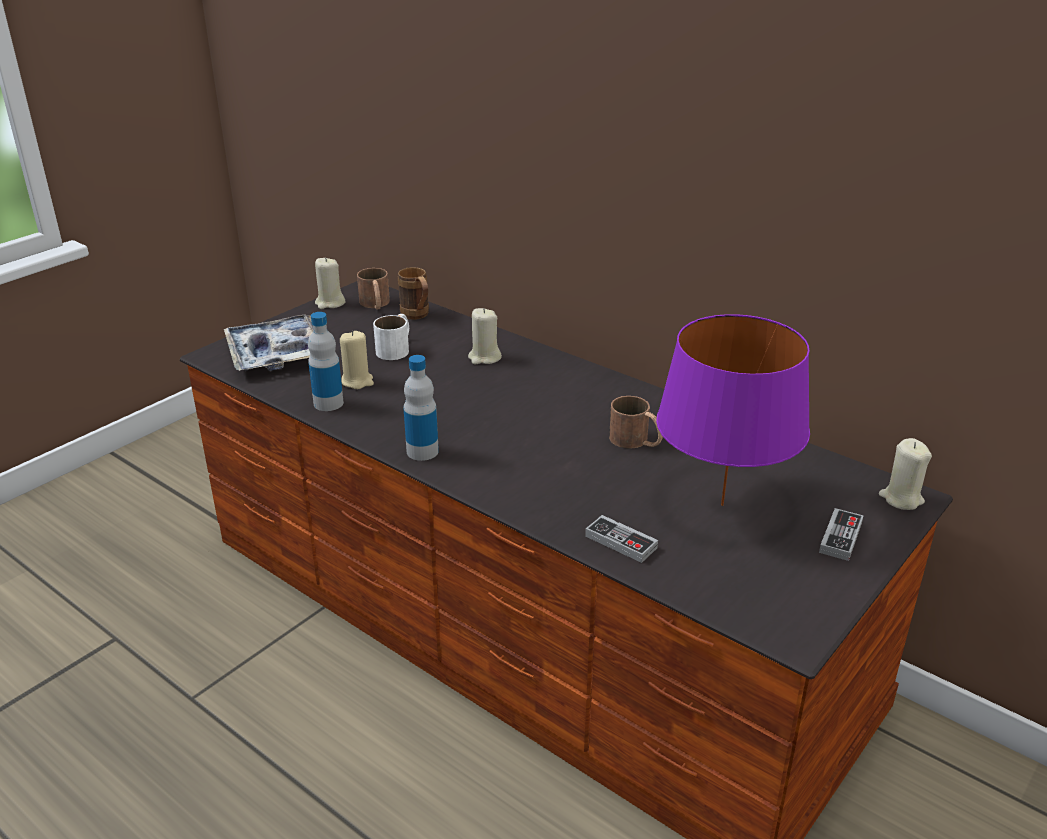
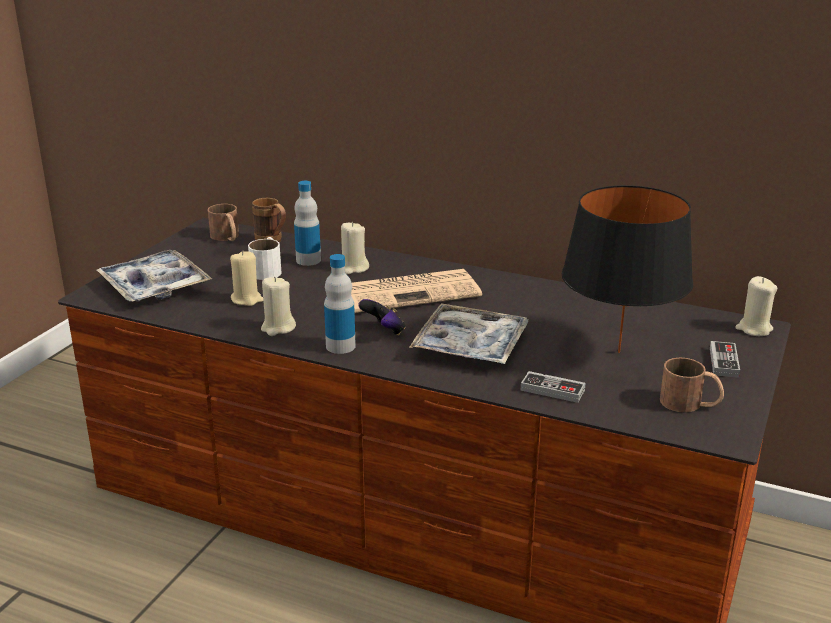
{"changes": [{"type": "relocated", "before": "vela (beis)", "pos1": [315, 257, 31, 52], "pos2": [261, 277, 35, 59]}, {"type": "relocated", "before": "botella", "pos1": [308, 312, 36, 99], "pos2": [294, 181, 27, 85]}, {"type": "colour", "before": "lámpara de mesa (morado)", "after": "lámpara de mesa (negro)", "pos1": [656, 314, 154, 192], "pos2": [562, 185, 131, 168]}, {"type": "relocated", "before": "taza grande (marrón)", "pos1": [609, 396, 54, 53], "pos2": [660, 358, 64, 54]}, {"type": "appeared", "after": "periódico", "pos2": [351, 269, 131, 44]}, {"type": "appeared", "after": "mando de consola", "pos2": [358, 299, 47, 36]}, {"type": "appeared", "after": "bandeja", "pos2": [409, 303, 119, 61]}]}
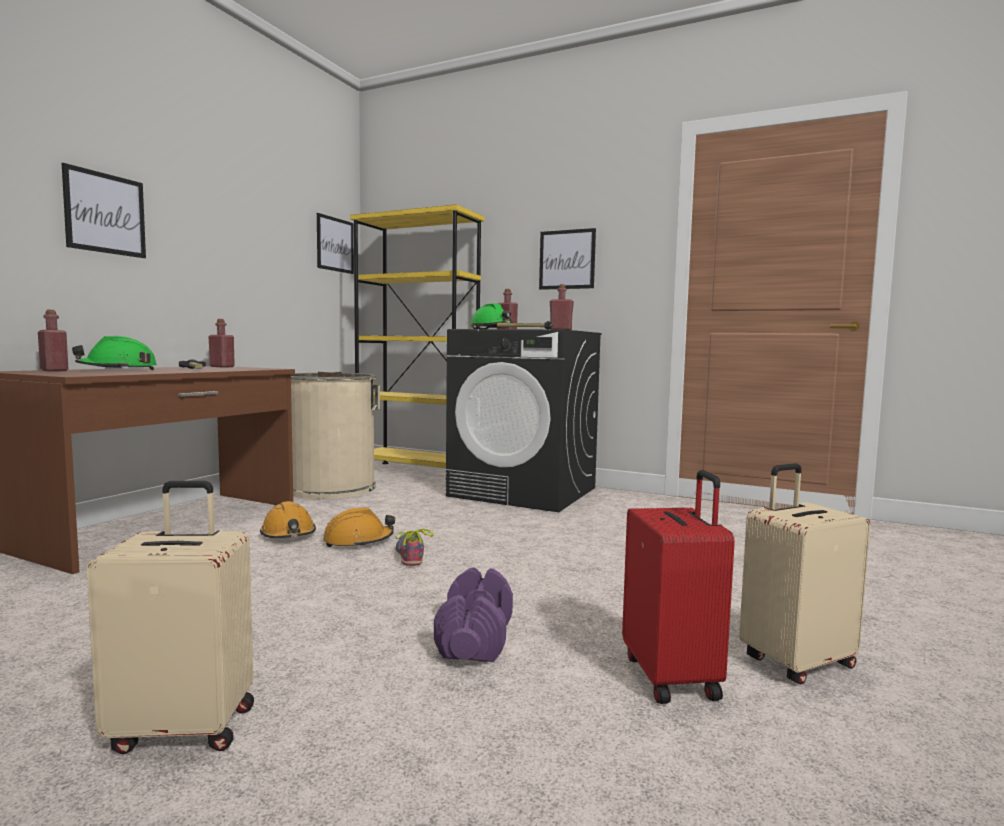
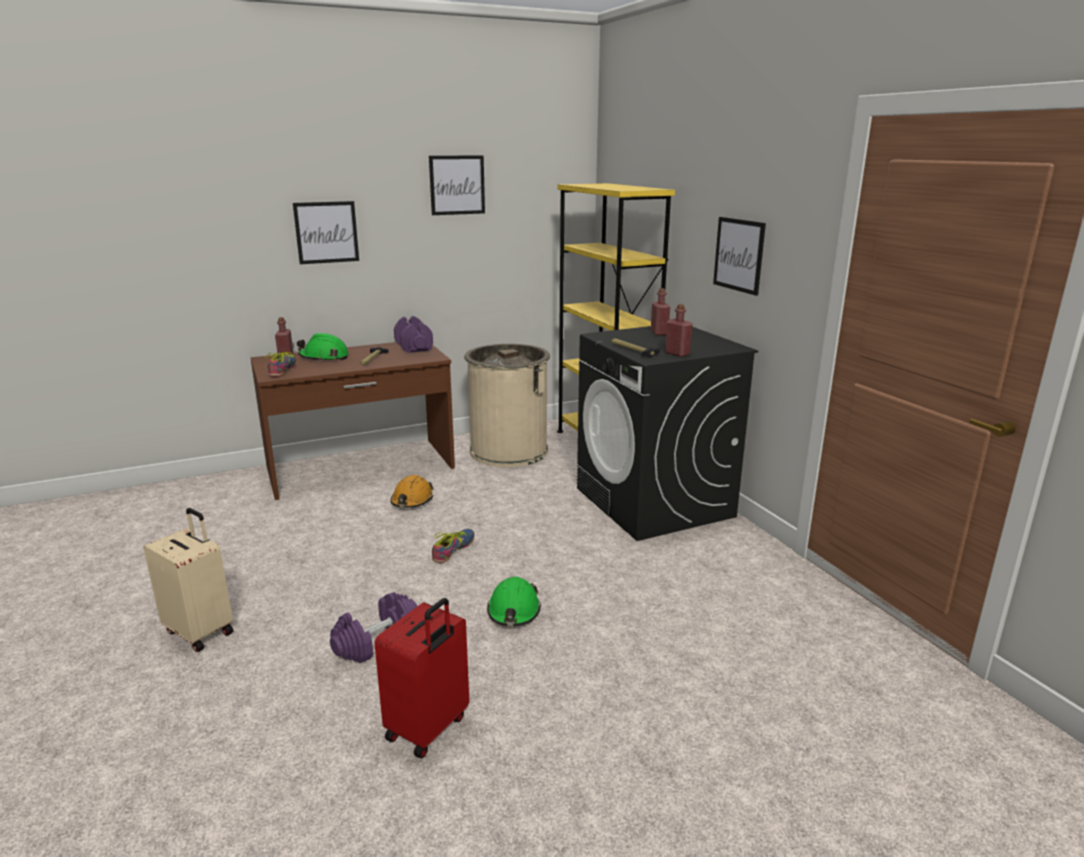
{"changes": [{"type": "relocated", "before": "cuadro", "pos1": [317, 213, 37, 61], "pos2": [429, 155, 56, 60]}, {"type": "relocated", "before": "casco (verde)", "pos1": [470, 303, 44, 26], "pos2": [487, 577, 54, 49]}, {"type": "exchanged", "before": "botella (rojo)", "after": "mancuerna (morado)", "pos1": [208, 319, 27, 48], "pos2": [394, 316, 39, 37]}, {"type": "missing", "before": "maleta (beis)", "pos1": [739, 464, 131, 221]}, {"type": "missing", "before": "casco (naranja)", "pos1": [323, 507, 72, 41]}, {"type": "appeared", "after": "zapato", "pos2": [265, 352, 31, 25]}]}
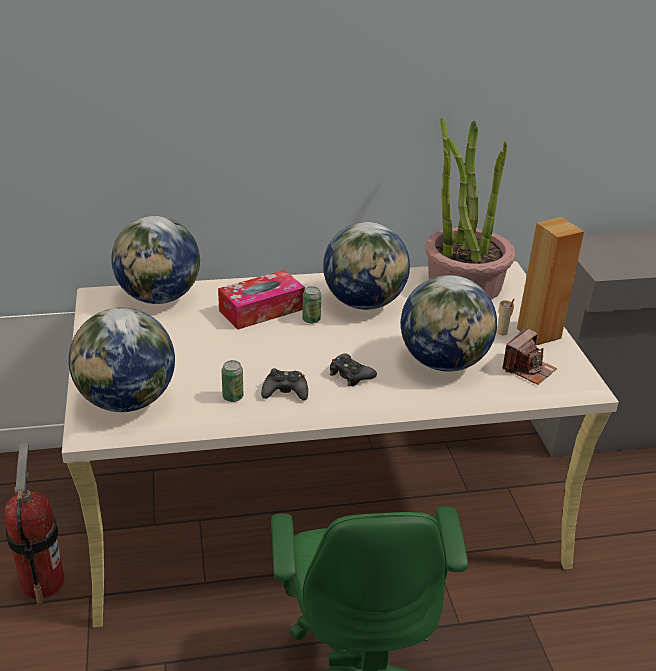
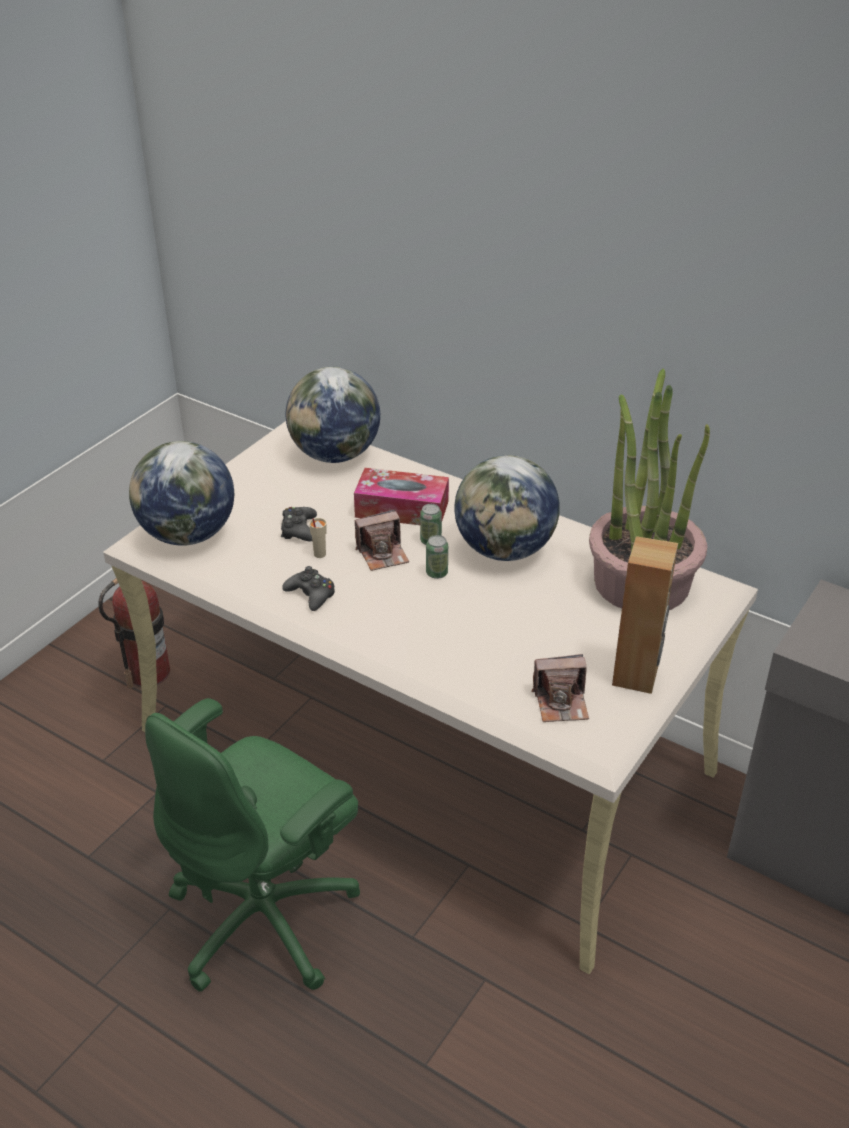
{"changes": [{"type": "missing", "before": "globo terráqueo", "pos1": [401, 275, 96, 97]}, {"type": "relocated", "before": "taza (beis)", "pos1": [497, 299, 17, 36], "pos2": [309, 518, 17, 40]}, {"type": "relocated", "before": "mando de consola (negro)", "pos1": [330, 353, 47, 33], "pos2": [281, 507, 36, 34]}, {"type": "relocated", "before": "lata", "pos1": [221, 360, 22, 42], "pos2": [426, 535, 22, 44]}, {"type": "appeared", "after": "cámara", "pos2": [355, 509, 54, 62]}]}
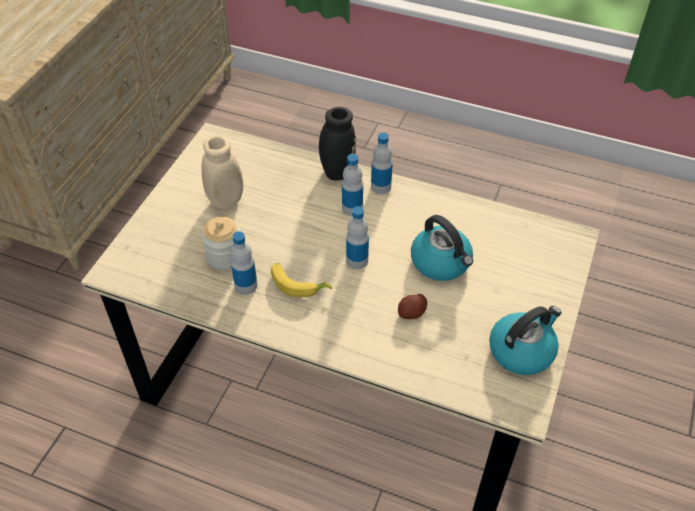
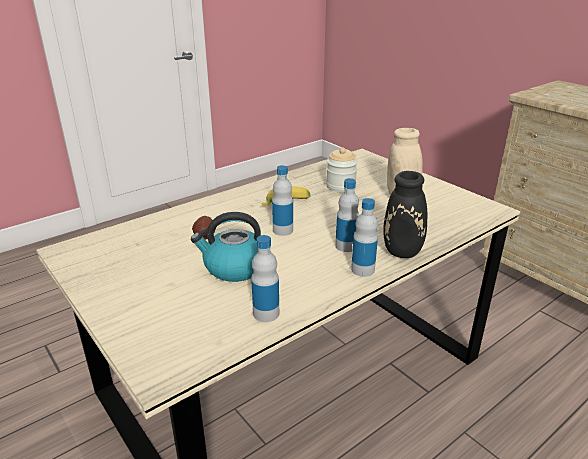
{"changes": [{"type": "relocated", "before": "botella", "pos1": [230, 231, 28, 64], "pos2": [251, 235, 28, 87]}, {"type": "missing", "before": "hervidor", "pos1": [489, 306, 72, 69]}]}
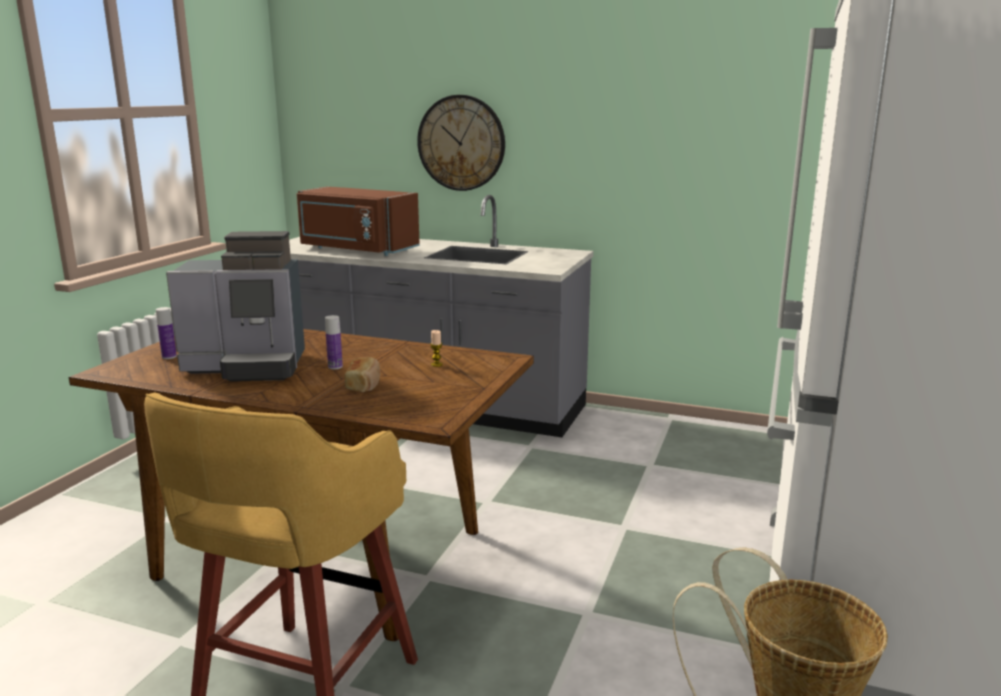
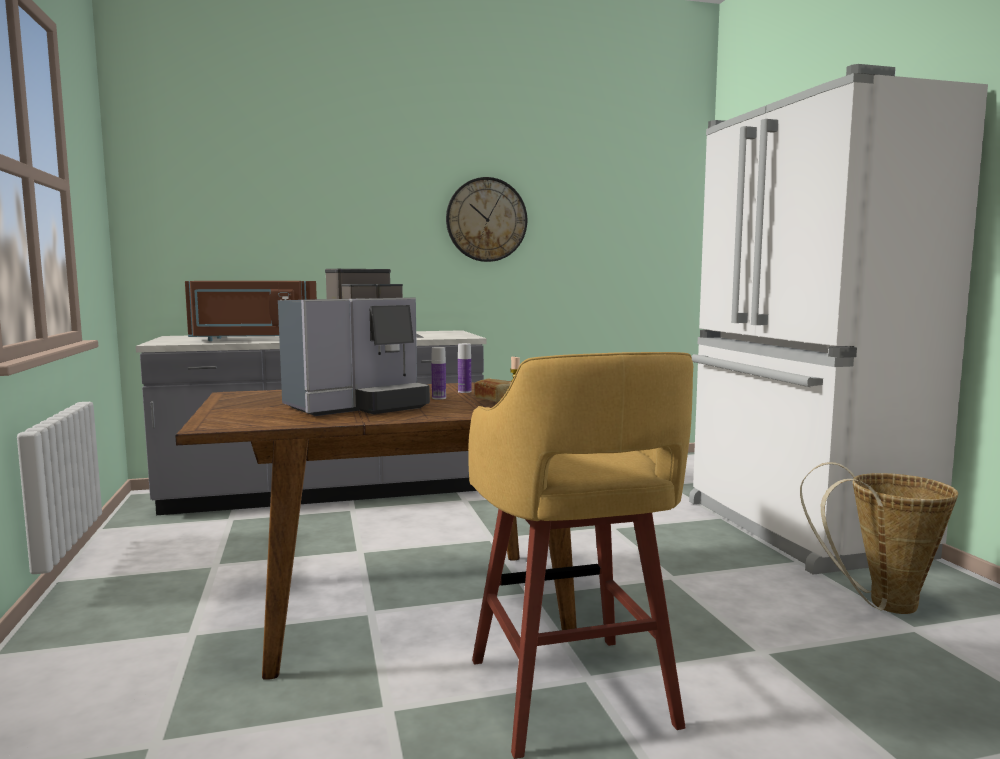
{"changes": [{"type": "relocated", "before": "reloj de pared", "pos1": [417, 95, 88, 96], "pos2": [446, 177, 81, 85]}, {"type": "relocated", "before": "botella", "pos1": [156, 307, 21, 52], "pos2": [458, 343, 13, 50]}]}
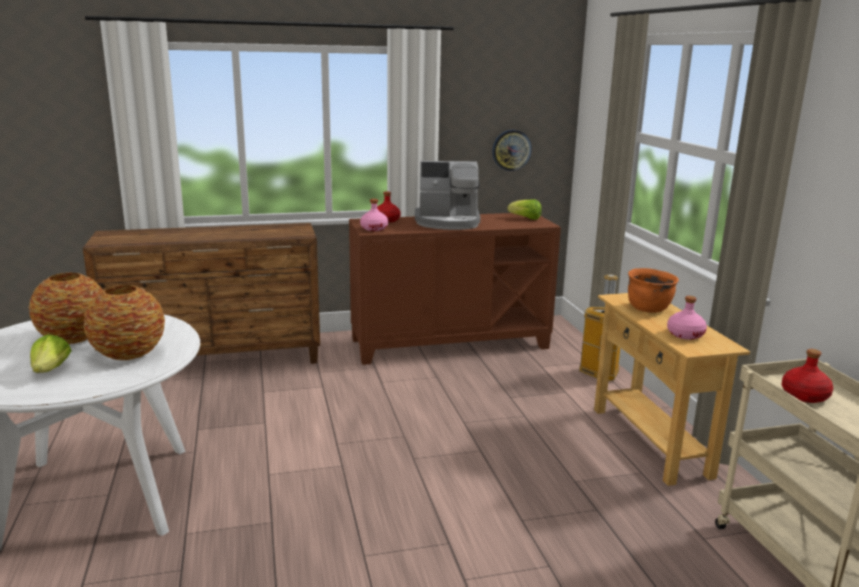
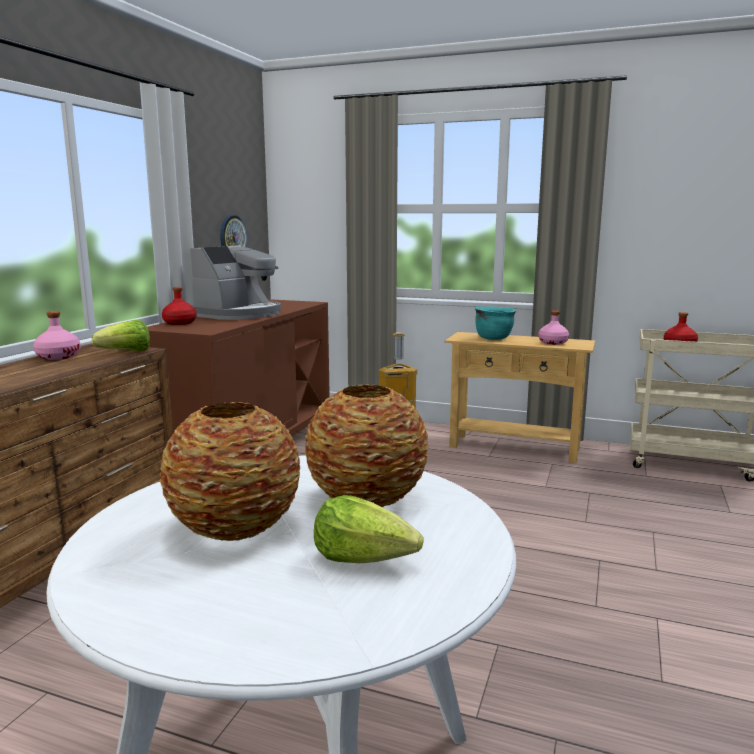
{"changes": [{"type": "relocated", "before": "botella (rosa)", "pos1": [360, 199, 28, 32], "pos2": [33, 311, 48, 49]}, {"type": "relocated", "before": "lechuga", "pos1": [507, 199, 35, 21], "pos2": [92, 320, 58, 31]}, {"type": "colour", "before": "olla (naranja)", "after": "olla (turquesa)", "pos1": [628, 268, 51, 45], "pos2": [475, 306, 41, 34]}]}
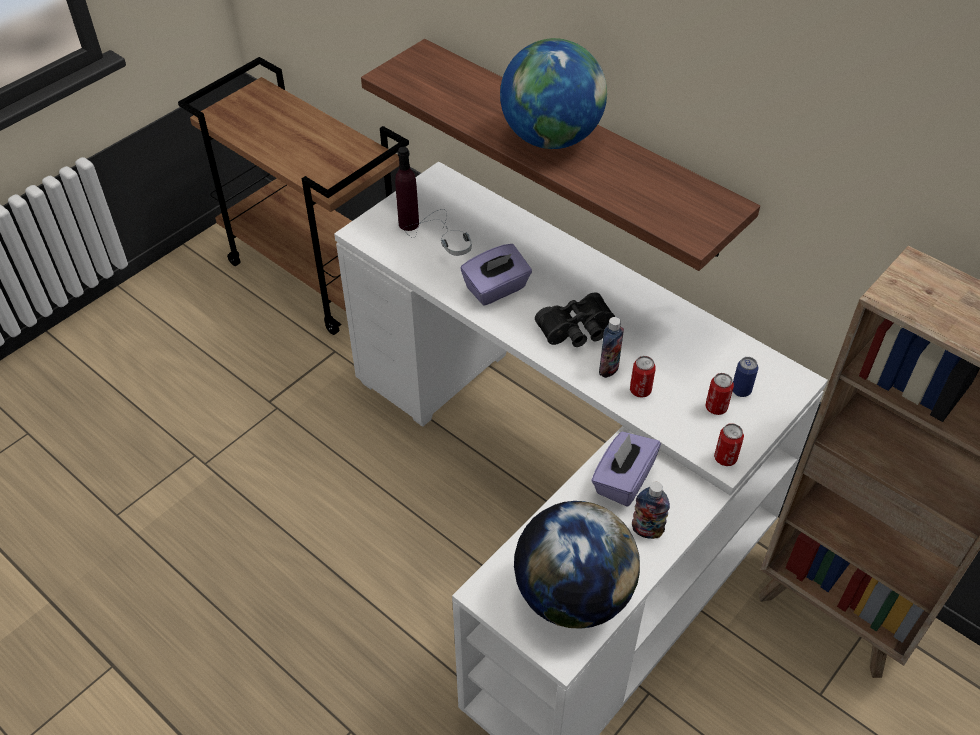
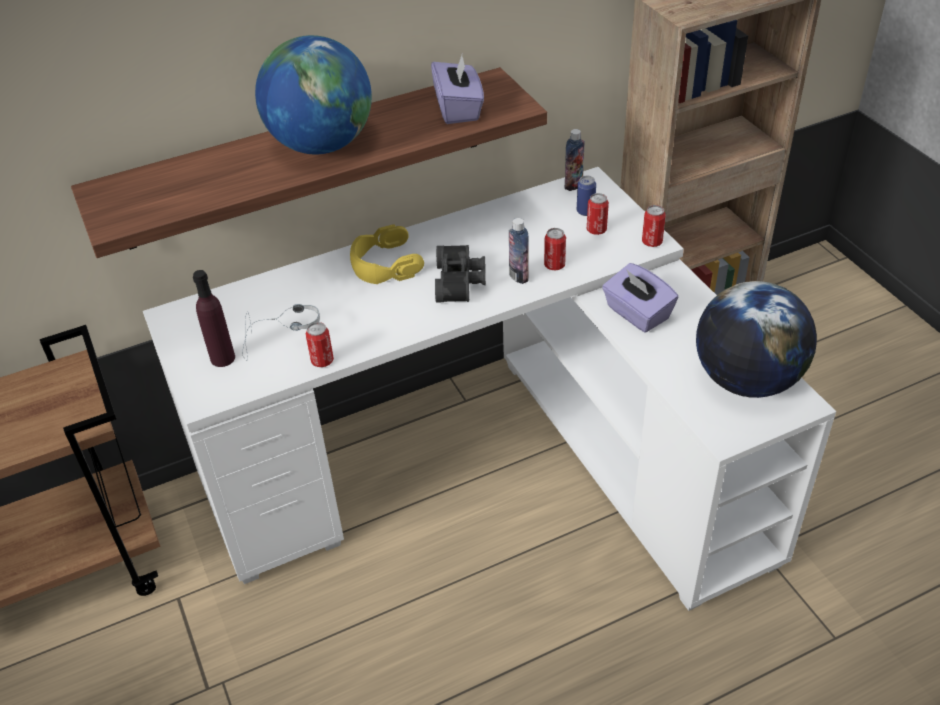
{"changes": [{"type": "relocated", "before": "caja de pañuelos (morado)", "pos1": [461, 244, 71, 62], "pos2": [431, 55, 53, 69]}, {"type": "relocated", "before": "botella", "pos1": [632, 482, 38, 57], "pos2": [565, 129, 20, 62]}, {"type": "appeared", "after": "auriculares (amarillo)", "pos2": [350, 224, 74, 60]}, {"type": "appeared", "after": "lata", "pos2": [305, 322, 29, 45]}]}
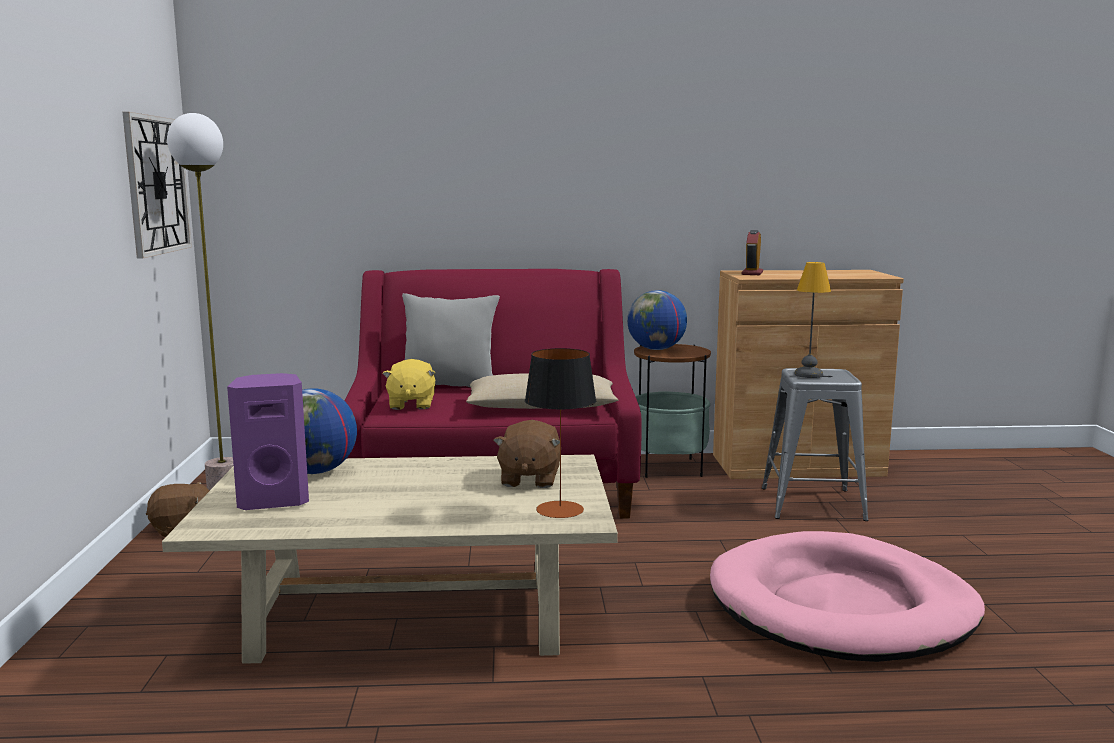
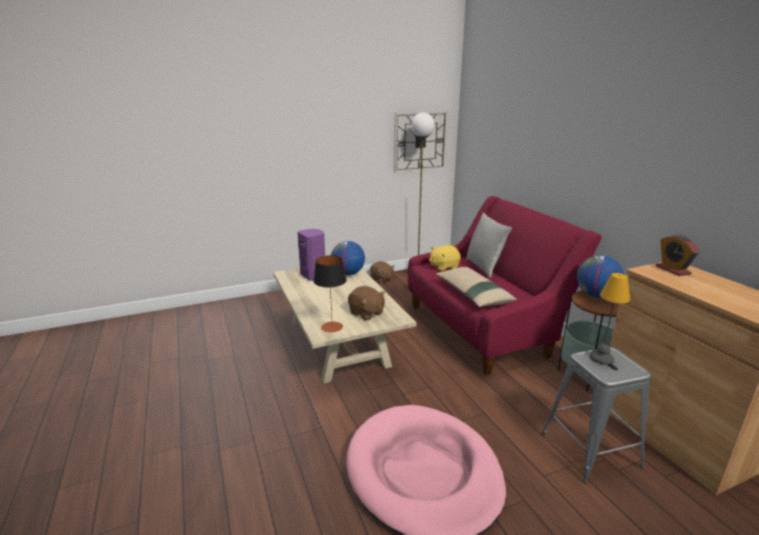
{"changes": [{"type": "spun", "before": "despertador", "pos1": [741, 230, 22, 45], "pos2": [656, 234, 44, 42], "turn": -105}, {"type": "spun", "before": "peluche (marrón)", "pos1": [493, 420, 67, 68], "pos2": [348, 286, 37, 34], "turn": -120}]}
